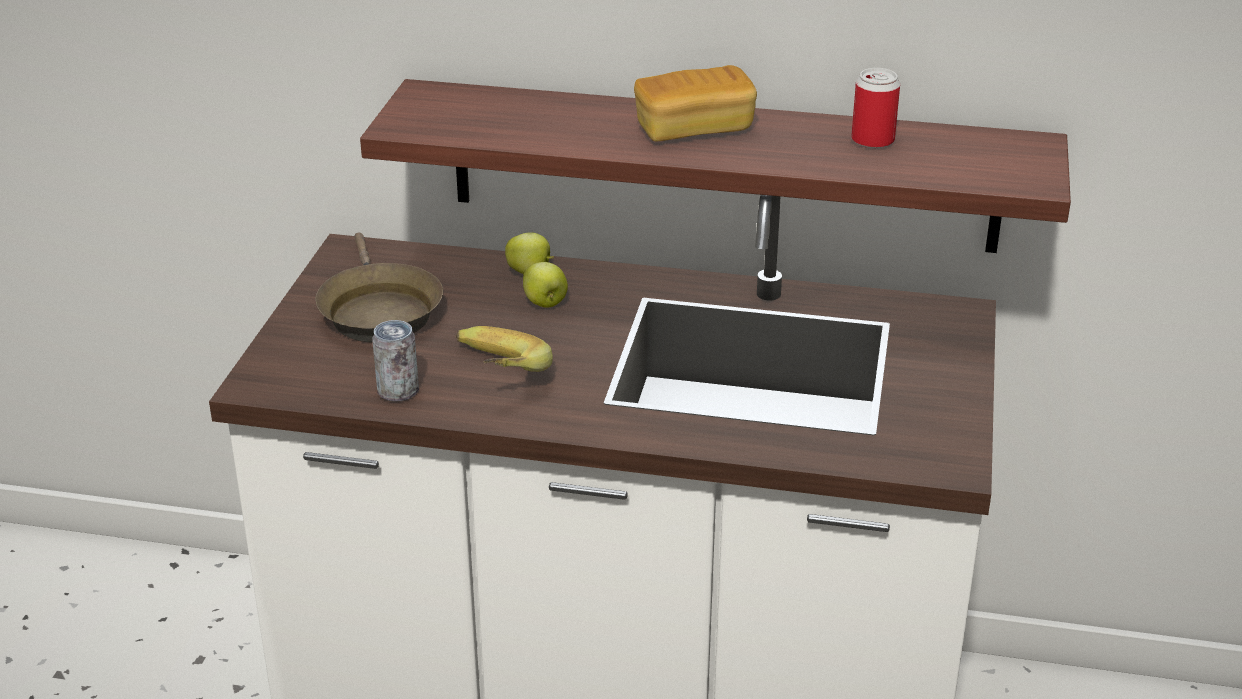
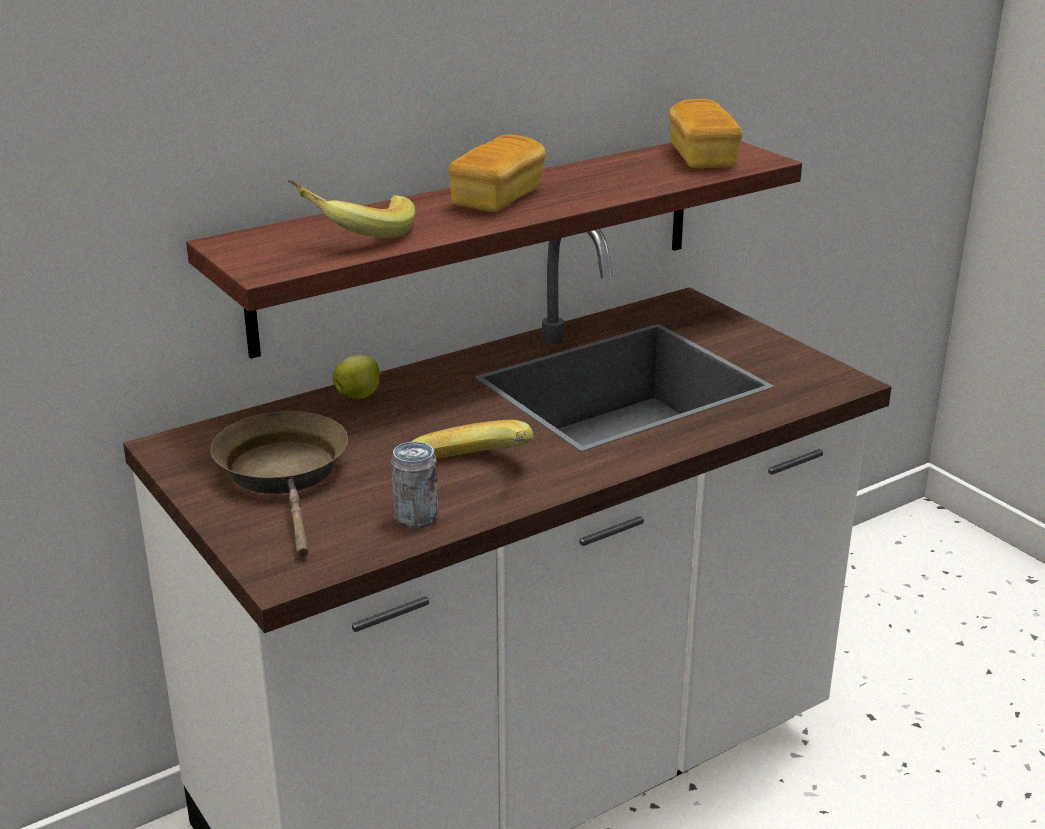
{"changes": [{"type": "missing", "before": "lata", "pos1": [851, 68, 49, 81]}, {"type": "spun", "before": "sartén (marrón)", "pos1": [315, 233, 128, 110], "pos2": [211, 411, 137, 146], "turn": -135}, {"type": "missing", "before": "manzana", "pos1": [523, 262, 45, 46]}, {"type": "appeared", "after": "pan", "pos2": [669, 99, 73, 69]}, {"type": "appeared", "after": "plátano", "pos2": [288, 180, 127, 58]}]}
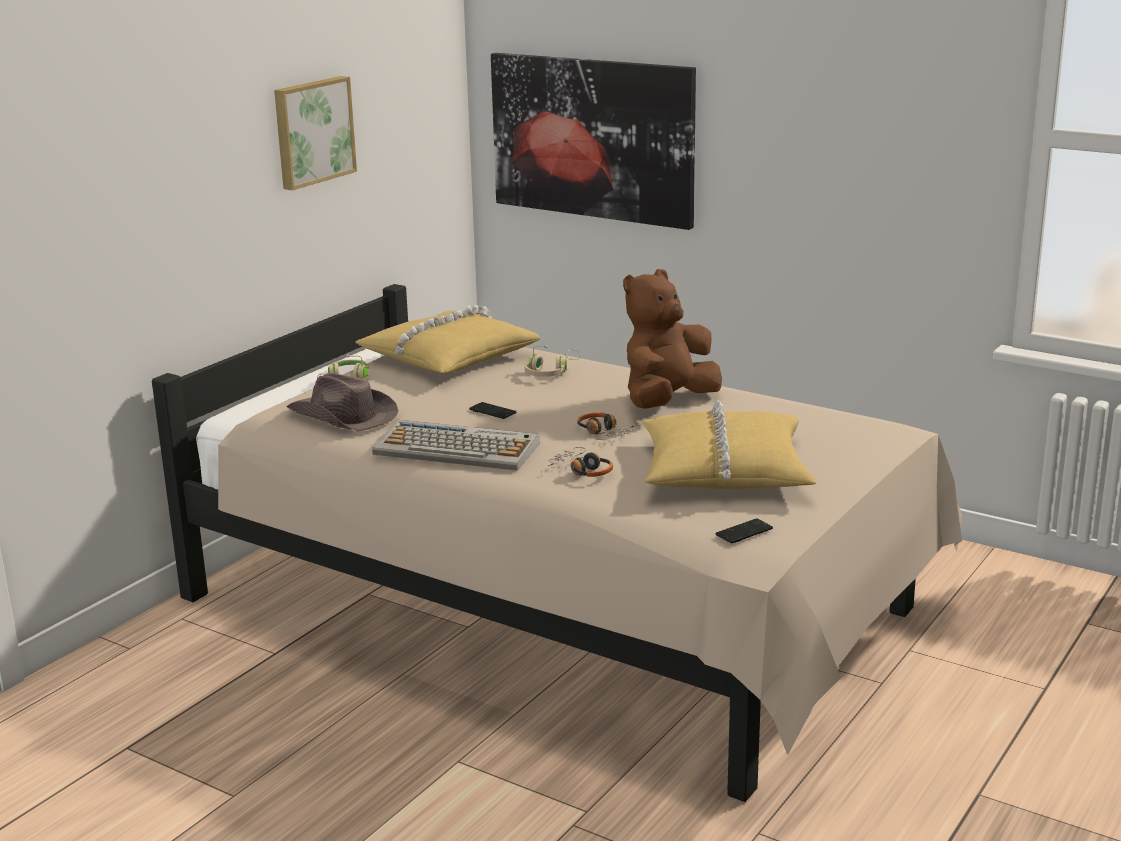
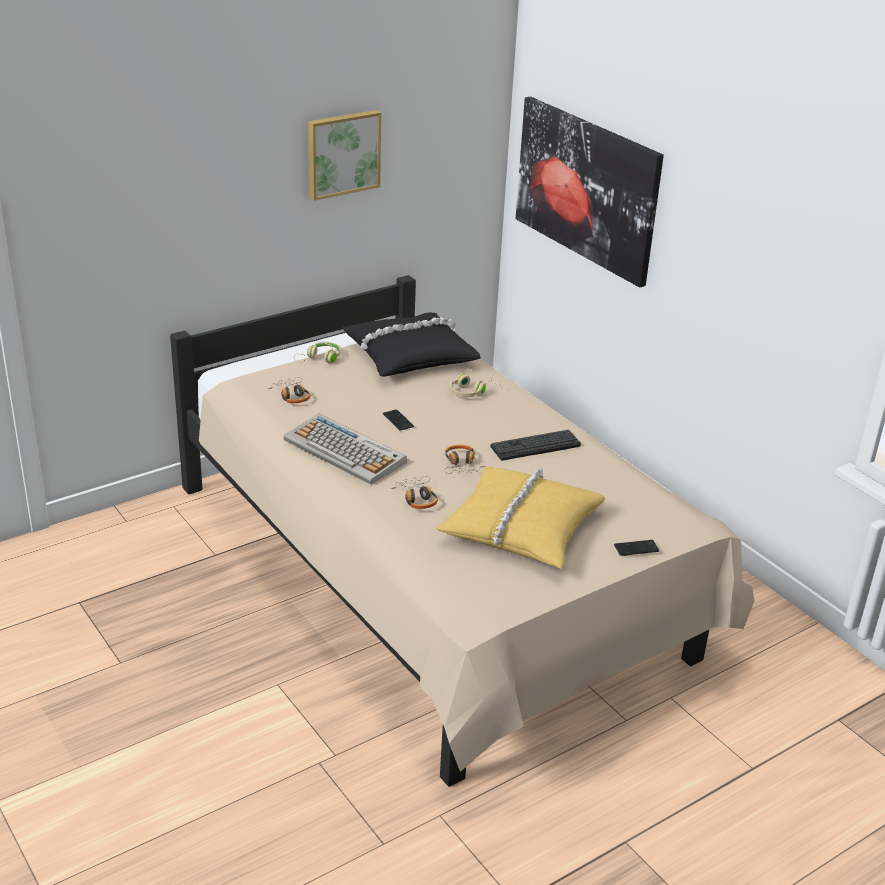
{"changes": [{"type": "exchanged", "before": "peluche (marrón)", "after": "teclado", "pos1": [623, 269, 99, 140], "pos2": [491, 430, 90, 31]}, {"type": "colour", "before": "cojín (amarillo)", "after": "cojín (negro)", "pos1": [355, 305, 186, 69], "pos2": [343, 312, 138, 65]}, {"type": "exchanged", "before": "sombrero (marrón)", "after": "auriculares", "pos1": [286, 373, 112, 58], "pos2": [268, 377, 42, 26]}, {"type": "relocated", "before": "móvil", "pos1": [716, 518, 57, 25], "pos2": [614, 540, 45, 16]}]}
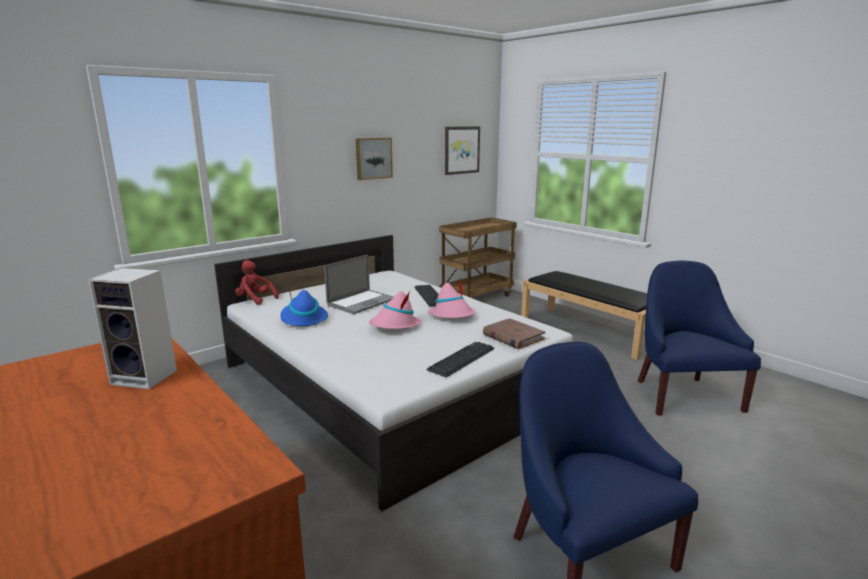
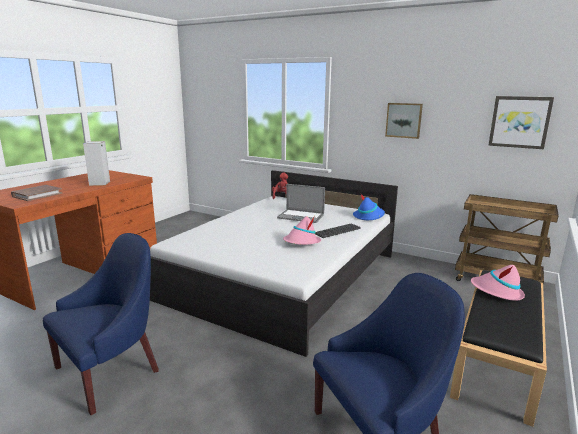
{"changes": [{"type": "relocated", "before": "sombrero (azul)", "pos1": [280, 289, 48, 37], "pos2": [353, 194, 32, 26]}, {"type": "relocated", "before": "sombrero (rosa)", "pos1": [369, 291, 52, 38], "pos2": [471, 265, 54, 36]}, {"type": "relocated", "before": "libro (marrón)", "pos1": [483, 318, 62, 31], "pos2": [11, 185, 52, 16]}, {"type": "missing", "before": "teclado", "pos1": [427, 342, 67, 35]}]}
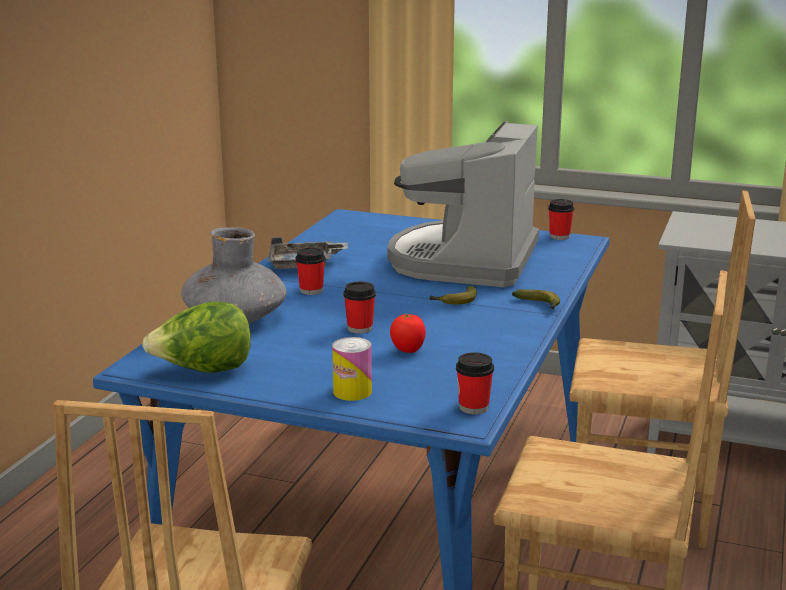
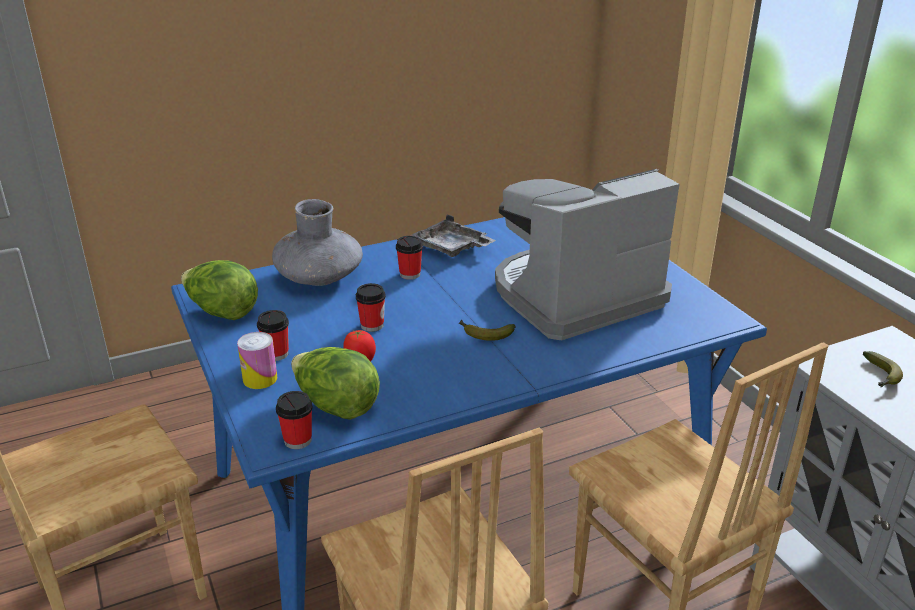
{"changes": [{"type": "relocated", "before": "taza", "pos1": [548, 199, 26, 41], "pos2": [257, 310, 32, 51]}, {"type": "relocated", "before": "plátano", "pos1": [512, 289, 48, 21], "pos2": [863, 351, 40, 36]}, {"type": "appeared", "after": "lechuga", "pos2": [291, 347, 89, 73]}]}
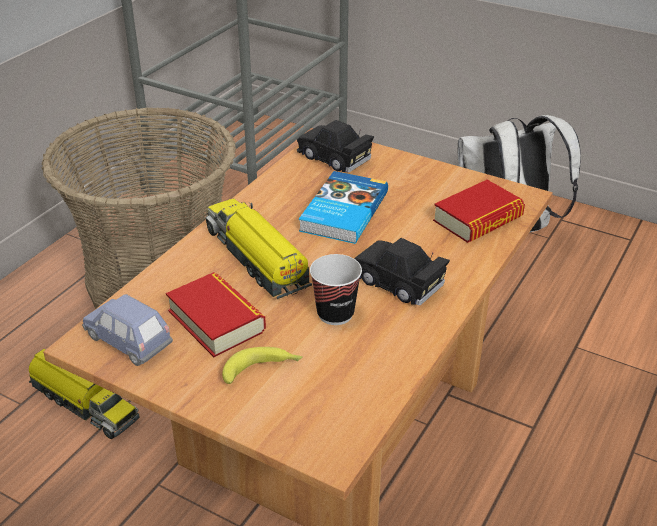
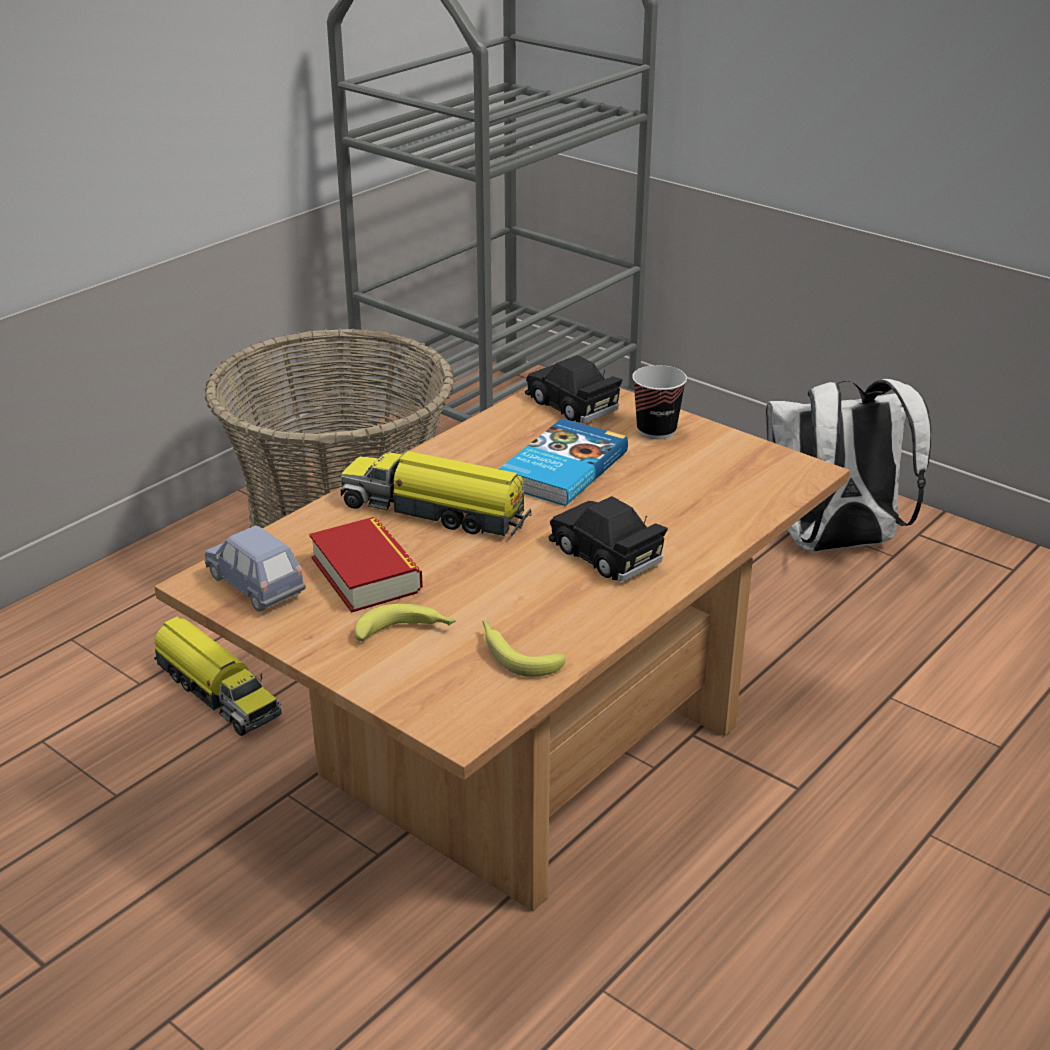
{"changes": [{"type": "missing", "before": "libro", "pos1": [433, 180, 92, 63]}, {"type": "spun", "before": "camión de juguete", "pos1": [205, 199, 107, 100], "pos2": [340, 450, 191, 86], "turn": -45}, {"type": "relocated", "before": "taza", "pos1": [310, 254, 52, 71], "pos2": [632, 365, 55, 74]}, {"type": "appeared", "after": "plátano", "pos2": [482, 621, 83, 56]}]}
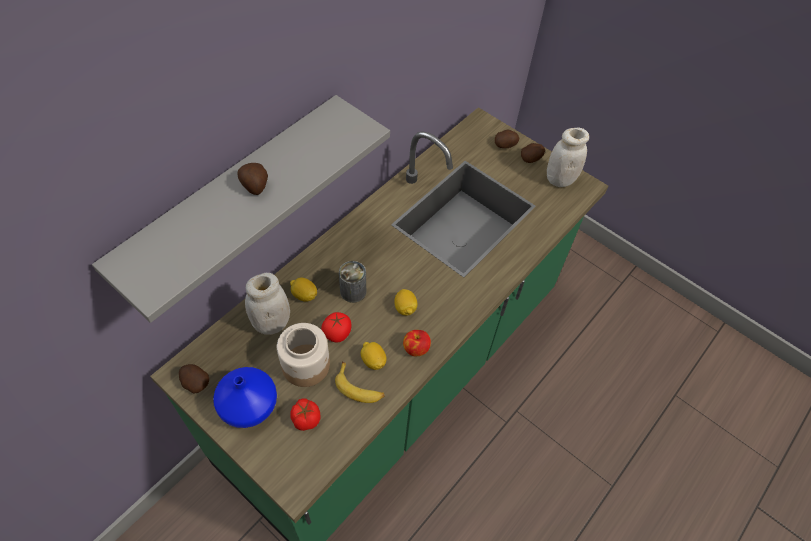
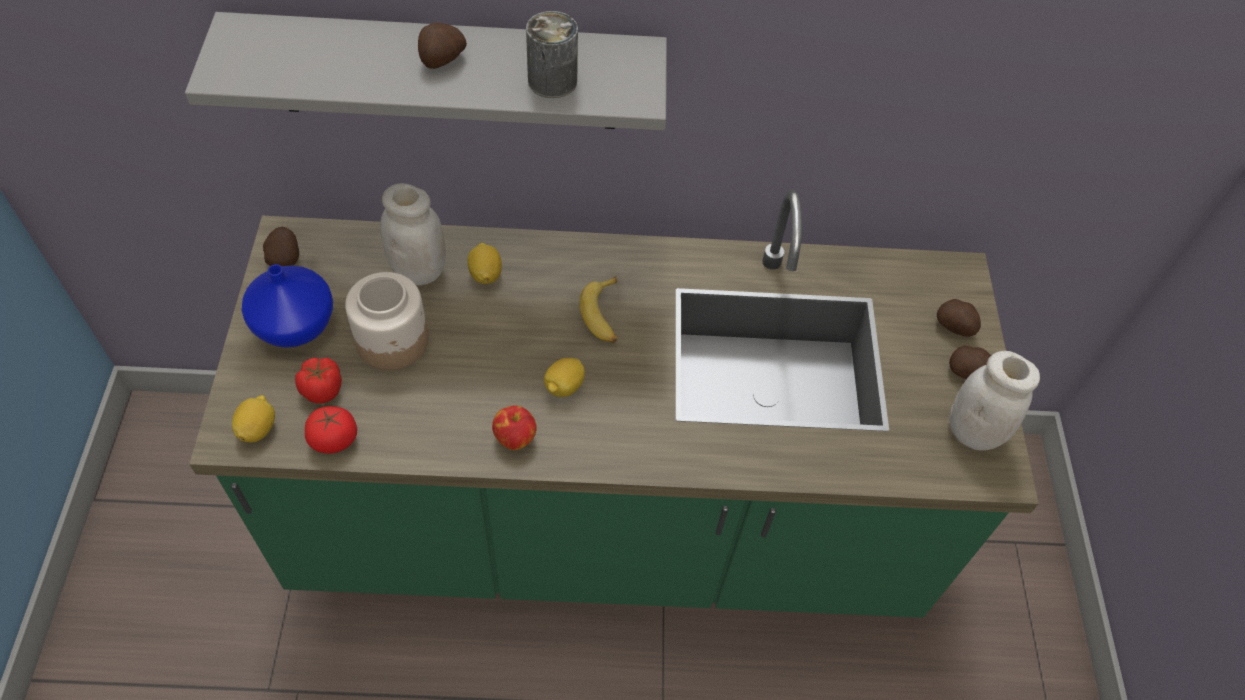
{"changes": [{"type": "relocated", "before": "lata", "pos1": [339, 261, 27, 42], "pos2": [526, 11, 52, 87]}, {"type": "relocated", "before": "tomate", "pos1": [321, 312, 31, 30], "pos2": [305, 406, 52, 48]}, {"type": "relocated", "before": "limón", "pos1": [361, 342, 26, 28], "pos2": [232, 395, 43, 47]}, {"type": "relocated", "before": "plátano", "pos1": [335, 362, 50, 41], "pos2": [579, 276, 38, 67]}]}
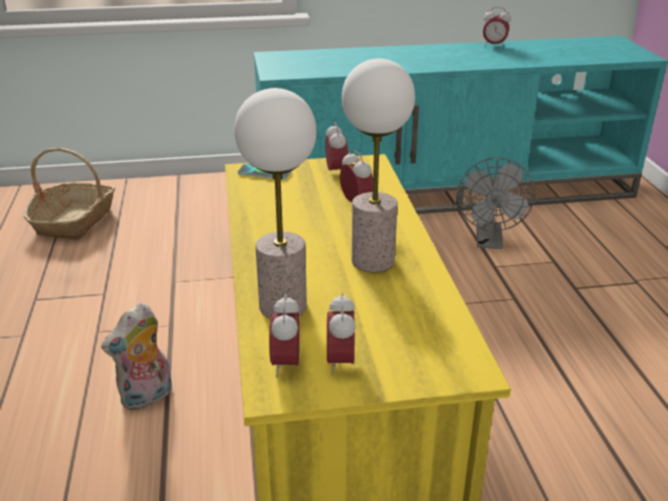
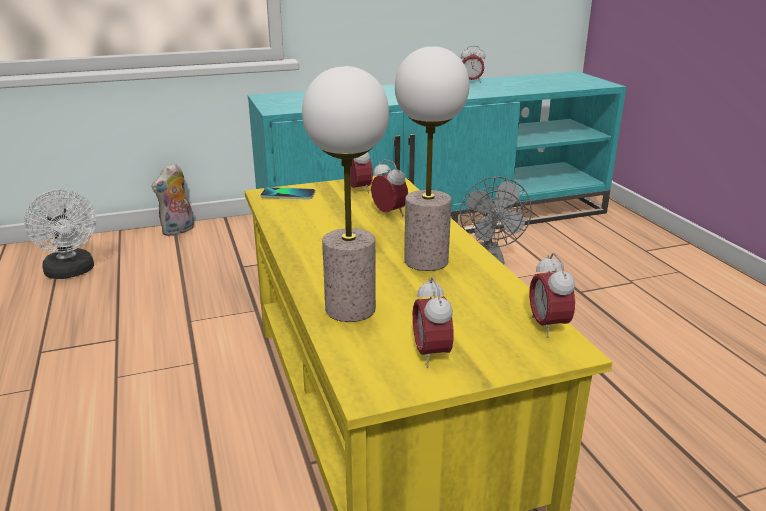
{"changes": [{"type": "exchanged", "before": "cesta", "after": "ventilador (blanco)", "pos1": [24, 148, 91, 92], "pos2": [24, 189, 72, 90]}, {"type": "relocated", "before": "despertador", "pos1": [269, 295, 31, 83], "pos2": [529, 253, 46, 85]}, {"type": "relocated", "before": "peluche", "pos1": [101, 303, 71, 108], "pos2": [151, 163, 43, 73]}]}
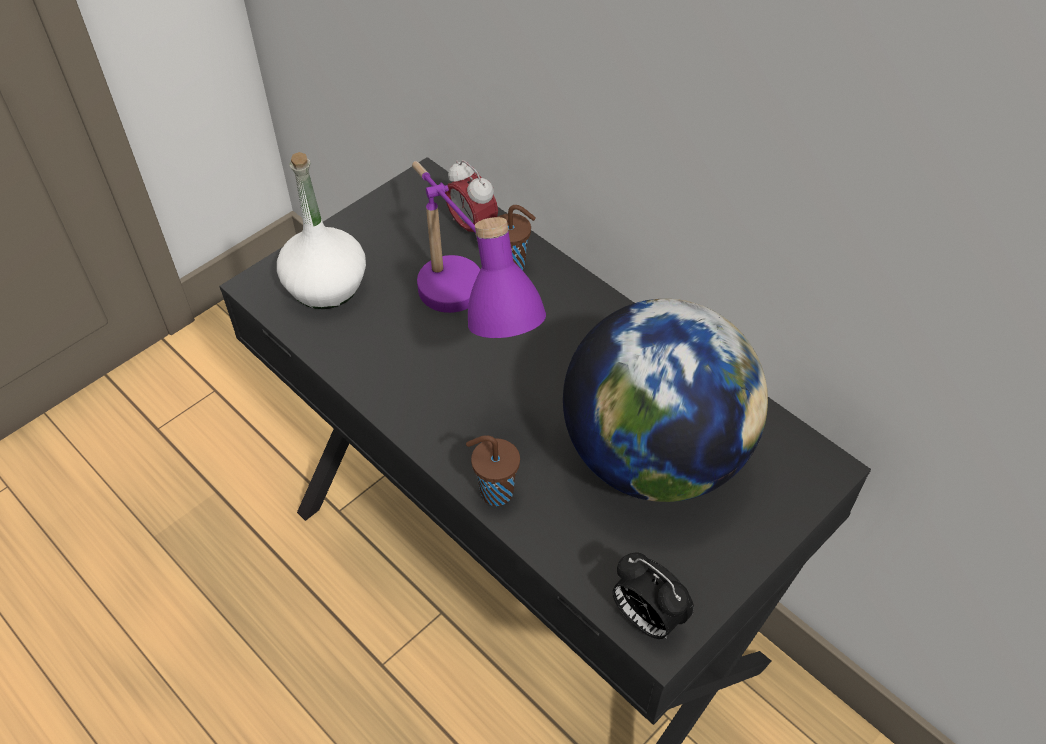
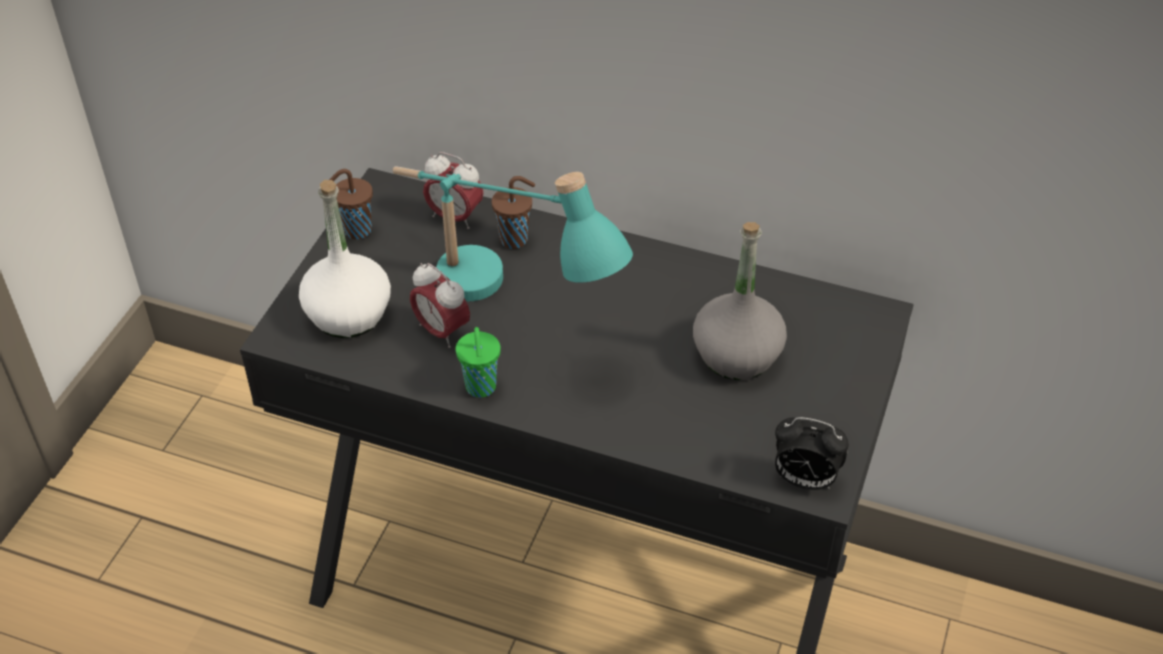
{"changes": [{"type": "colour", "before": "lámpara de mesa (morado)", "after": "lámpara de mesa (turquesa)", "pos1": [412, 161, 134, 177], "pos2": [392, 166, 241, 135]}, {"type": "exchanged", "before": "globo terráqueo", "after": "botella (gris)", "pos1": [563, 299, 205, 203], "pos2": [693, 222, 94, 158]}, {"type": "relocated", "before": "taza (marrón)", "pos1": [466, 435, 54, 71], "pos2": [329, 169, 44, 70]}, {"type": "appeared", "after": "despertador", "pos2": [410, 263, 60, 85]}, {"type": "appeared", "after": "taza (verde)", "pos2": [456, 327, 45, 71]}]}
